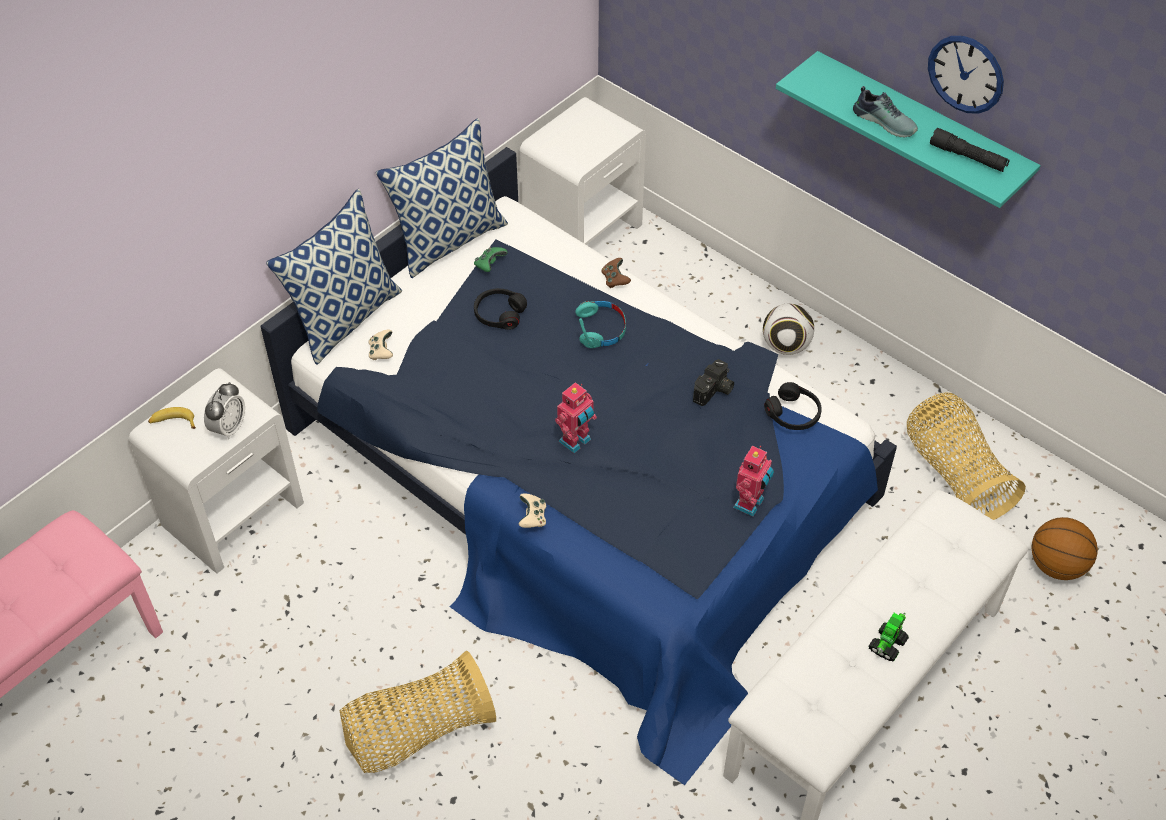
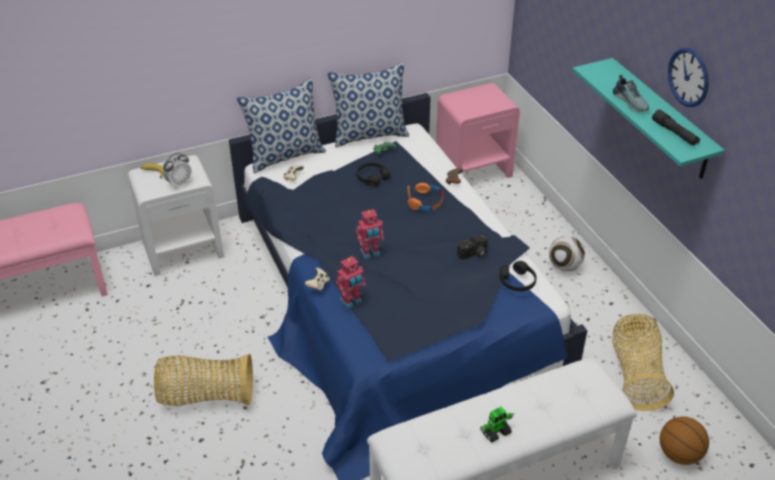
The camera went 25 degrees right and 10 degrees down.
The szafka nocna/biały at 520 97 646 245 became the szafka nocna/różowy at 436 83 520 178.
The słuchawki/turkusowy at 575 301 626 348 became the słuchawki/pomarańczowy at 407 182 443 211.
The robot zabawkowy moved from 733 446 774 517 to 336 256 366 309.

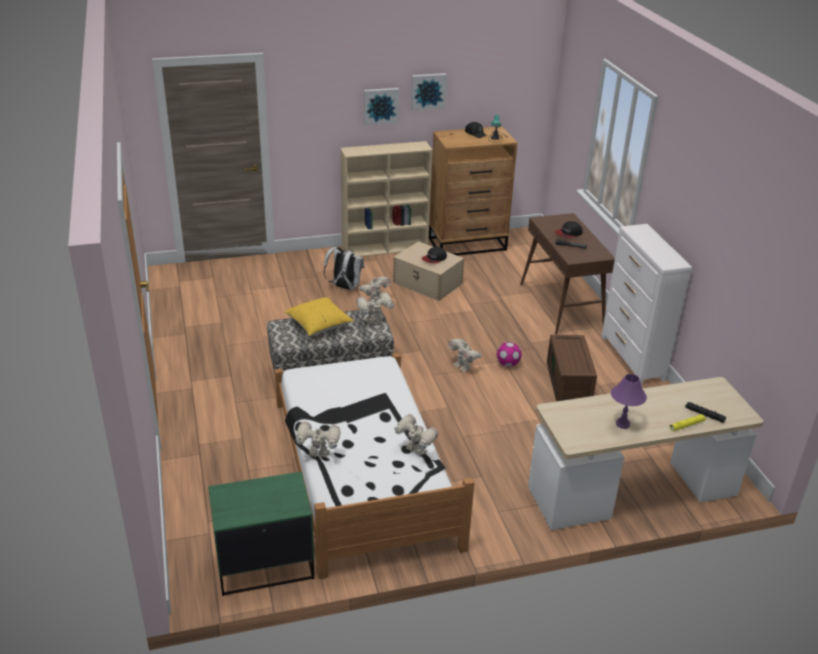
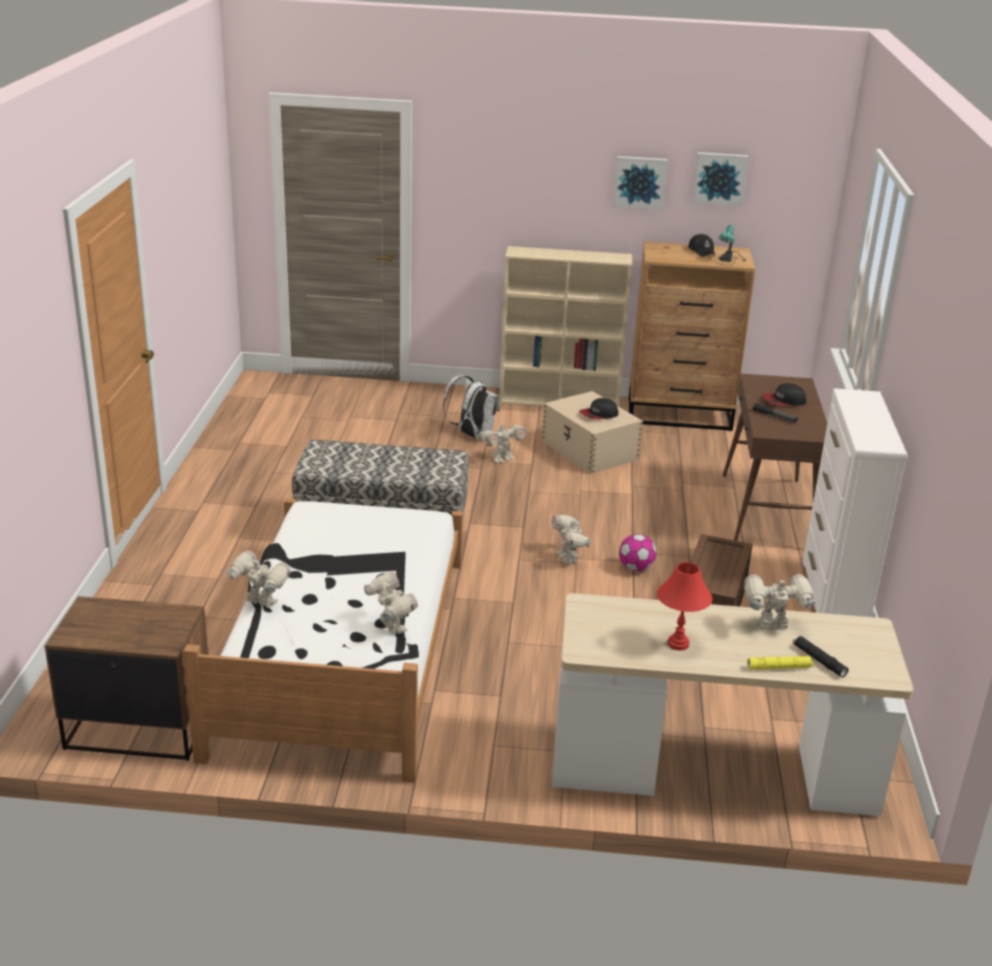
The camera went 20 degrees right and 5 degrees down.
The obraz moved from 364 88 399 125 to 692 152 749 207.
The robot zabawkowy moved from 356 292 395 325 to 744 574 815 630.
The poduszka/żółty at 284 297 354 336 disappeared.
The lampa stołowa/fioletowy at 611 374 647 429 became the lampa stołowa/czerwony at 657 562 712 651.
The szafka nocna/zielony at 208 471 314 596 became the szafka nocna/brązowy at 45 596 208 761.

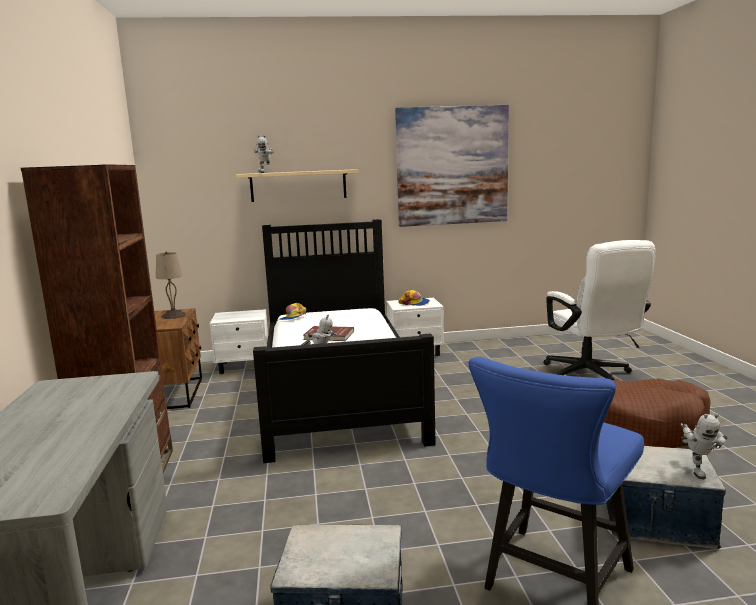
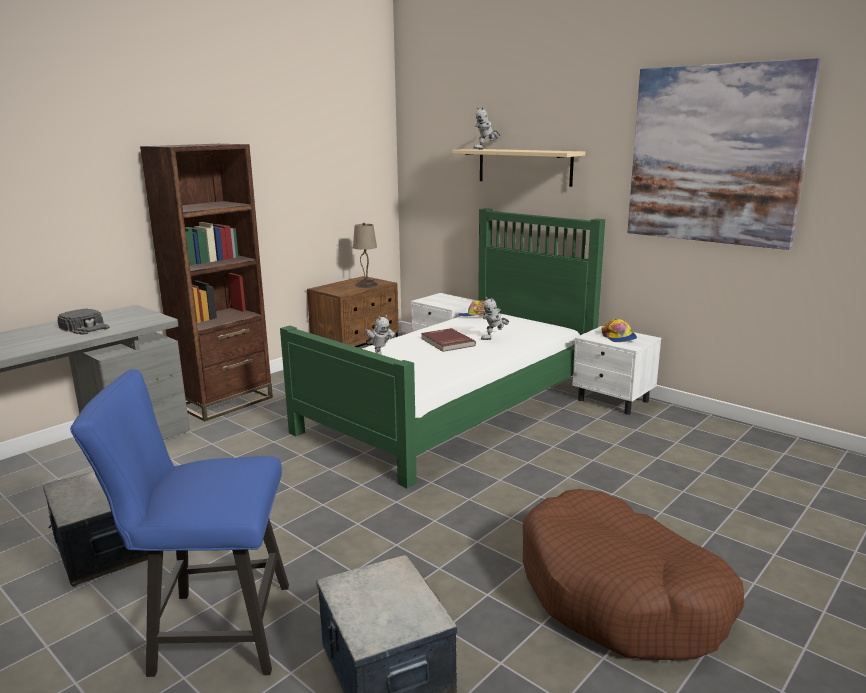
The camera went 50 degrees right and 5 degrees up.
The łóżko/czarny at 253 219 436 463 became the łóżko/zielony at 280 208 605 488.
The krzesło biurowe/biały at 543 240 656 380 disappeared.
The robot zabawkowy moved from 681 413 728 479 to 481 297 509 340.
The czapka z daszkiem/czarny at 57 308 110 335 appeared.

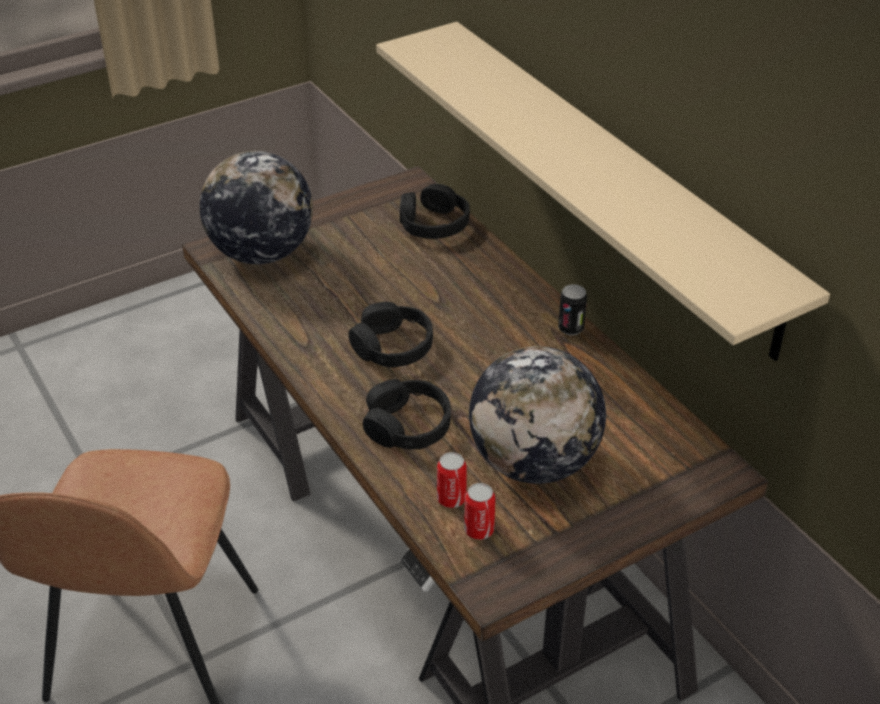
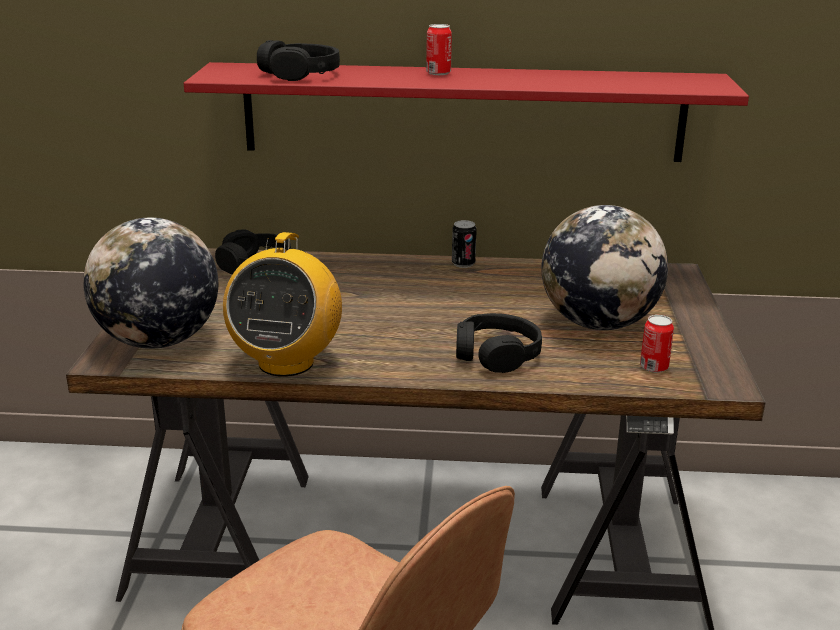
The camera went 55 degrees left and 15 degrees down.
The półka/beżowy at 376 22 830 361 became the półka/czerwony at 184 62 749 162.
The słuchawki/czarny moved from 349 302 433 368 to 257 40 340 81.
The puszka moved from 437 452 467 508 to 426 24 452 75.
The radio at 223 232 342 377 appeared.

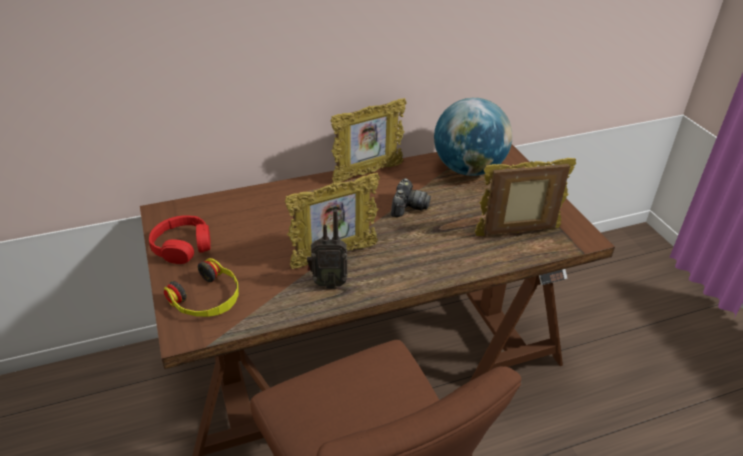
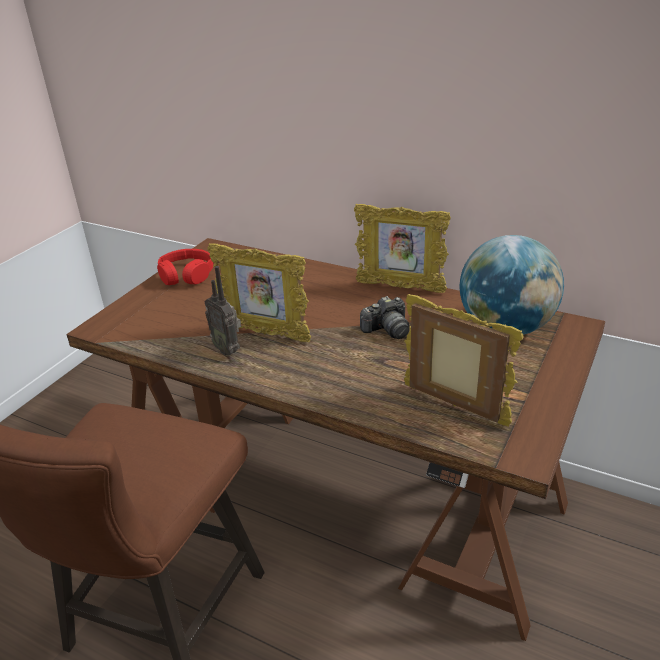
The camera went 50 degrees right and 5 degrees down.
The słuchawki at 164 258 239 317 disappeared.

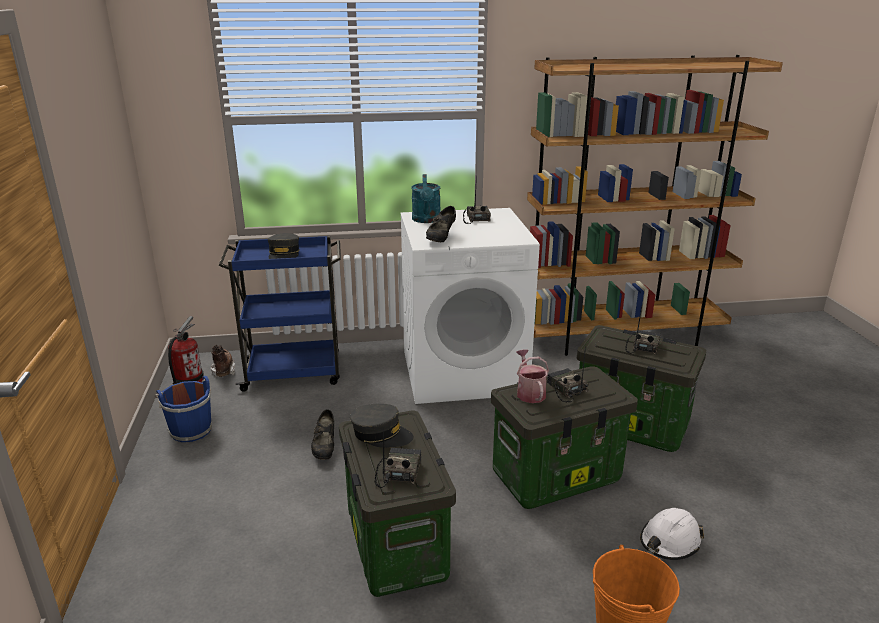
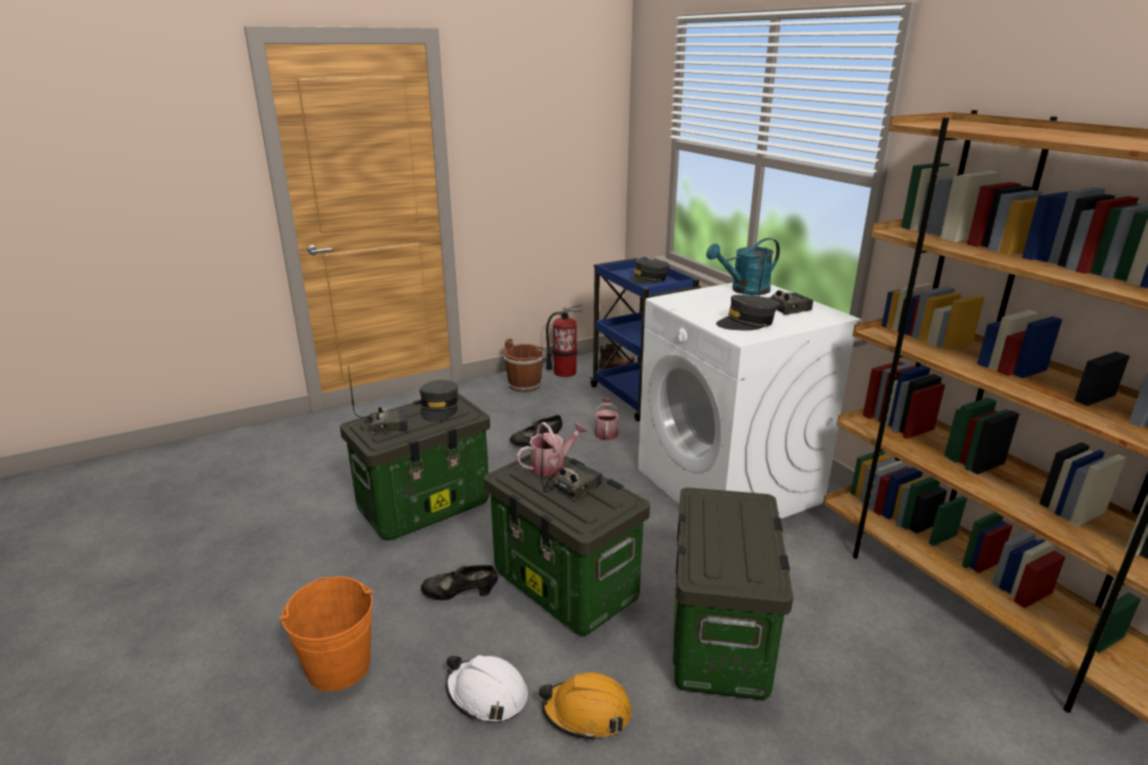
The camera went 70 degrees right and 0 degrees up.
The but/czarny moved from 426 206 456 242 to 421 565 498 600.
The radio at 625 306 661 355 disappeared.
The wiadro/niebieski at 154 376 212 442 became the wiadro/brązowy at 504 339 548 392.
The czapka z daszkiem/szary at 716 295 778 331 appeared.
The konewka at 594 398 620 440 appeared.
The kask/pomarańczowy at 539 672 632 741 appeared.

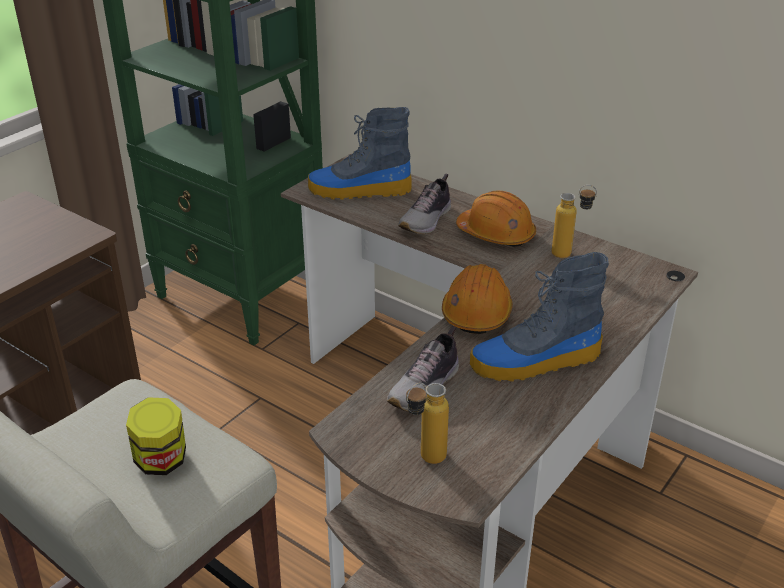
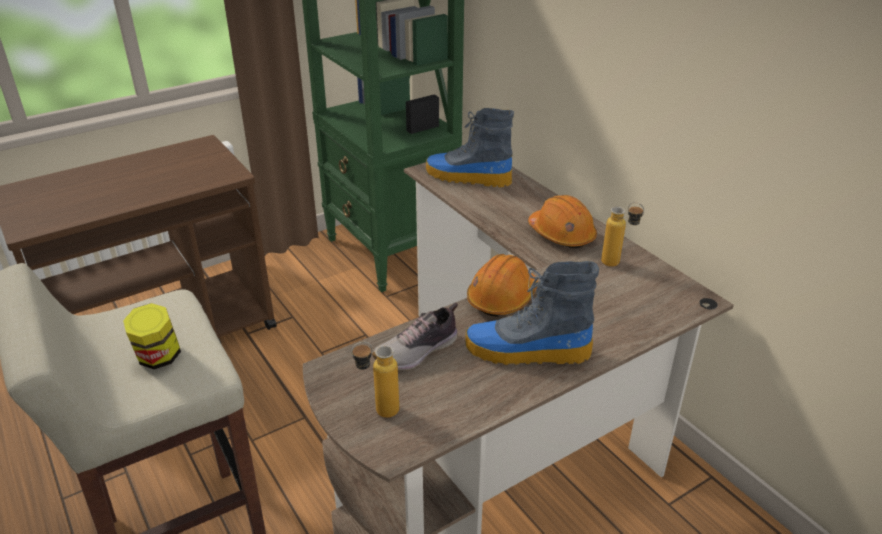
The camera went 20 degrees right and 0 degrees up.
The but at 398 174 451 234 disappeared.

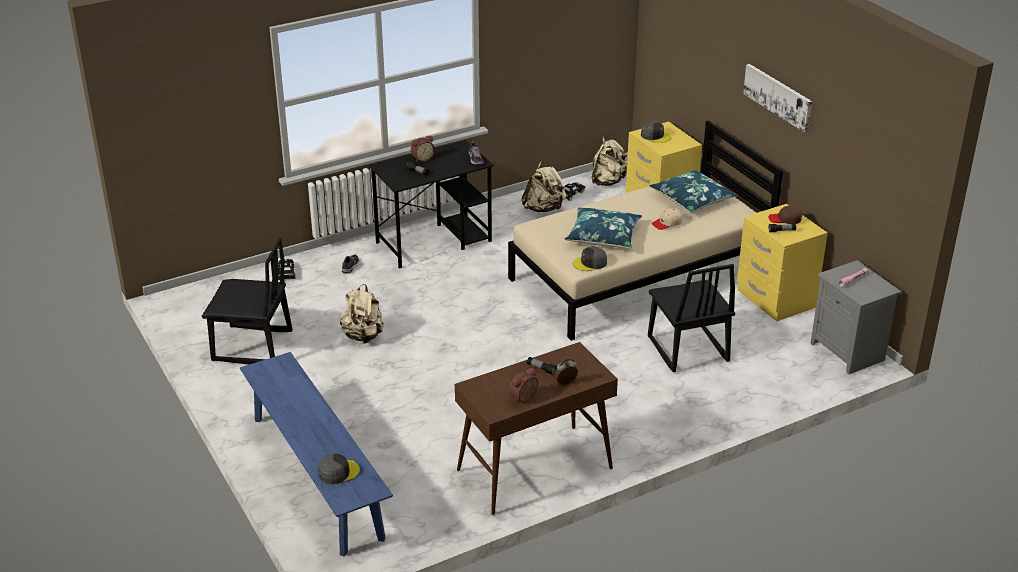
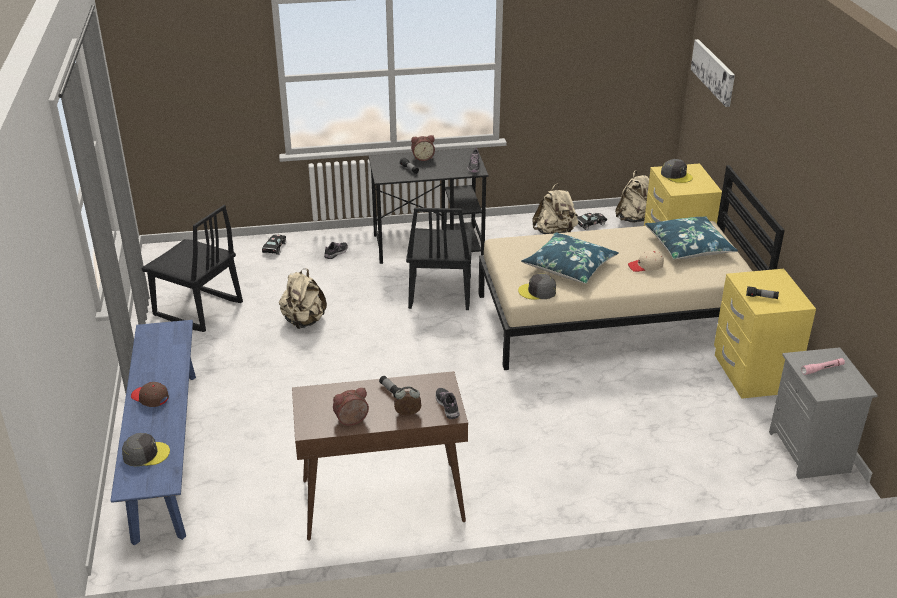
The camera went 20 degrees right and 0 degrees up.
The obraz moved from 743 64 812 133 to 691 39 735 107.
The czapka z daszkiem/brązowy moved from 769 206 802 224 to 131 382 169 407.
The krzesło/czarny moved from 648 264 735 372 to 406 208 473 310.
The but at 435 388 459 419 appeared.

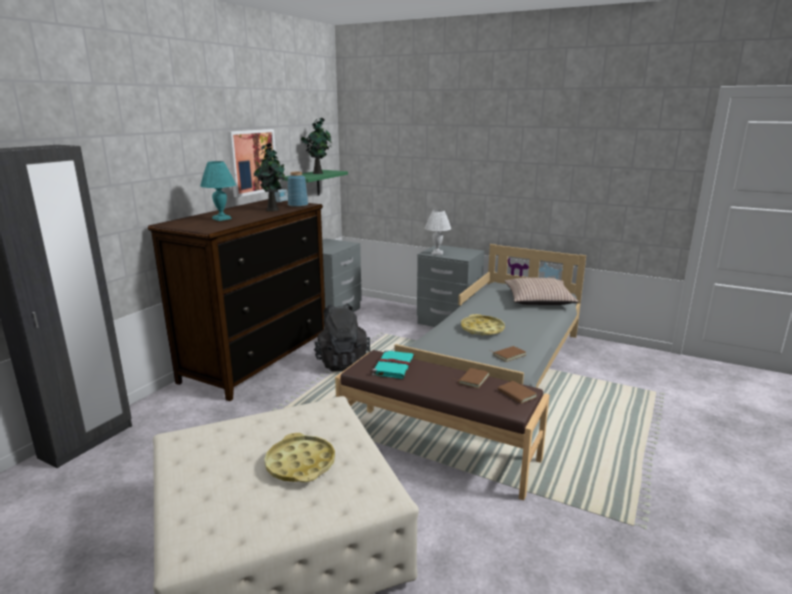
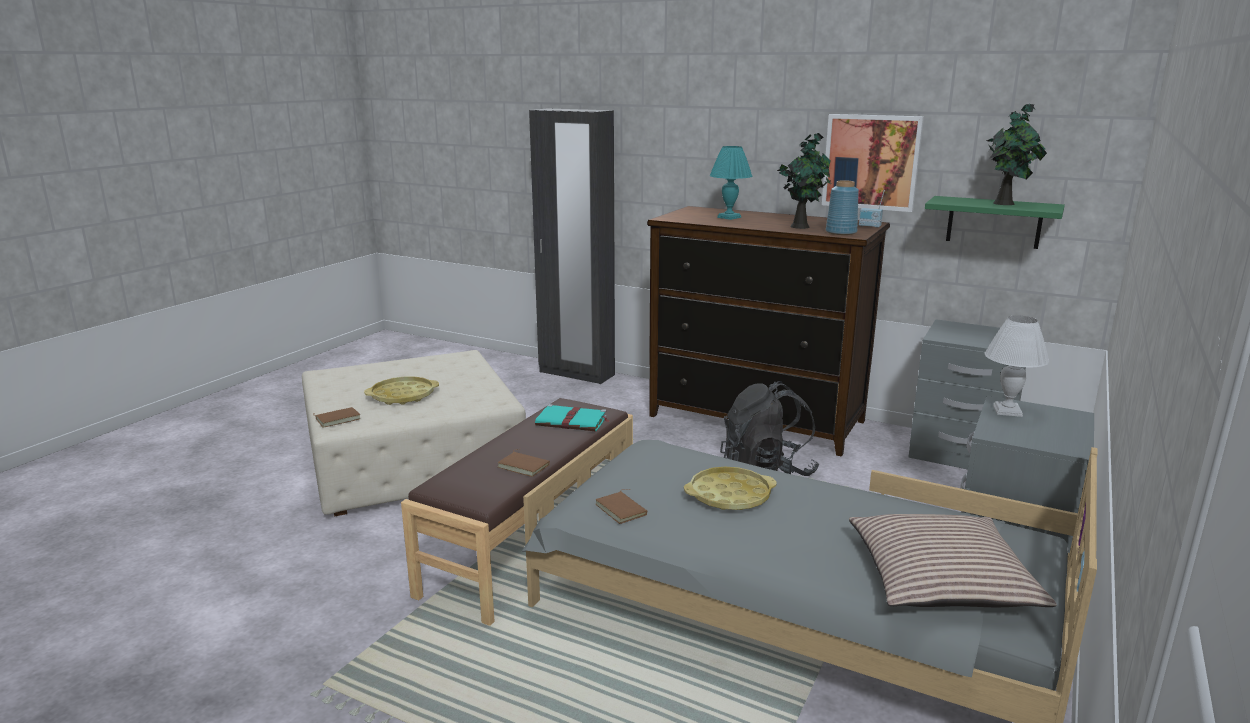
The camera went 90 degrees right and 0 degrees up.
The książka/brązowy moved from 498 381 537 404 to 313 407 360 428.

